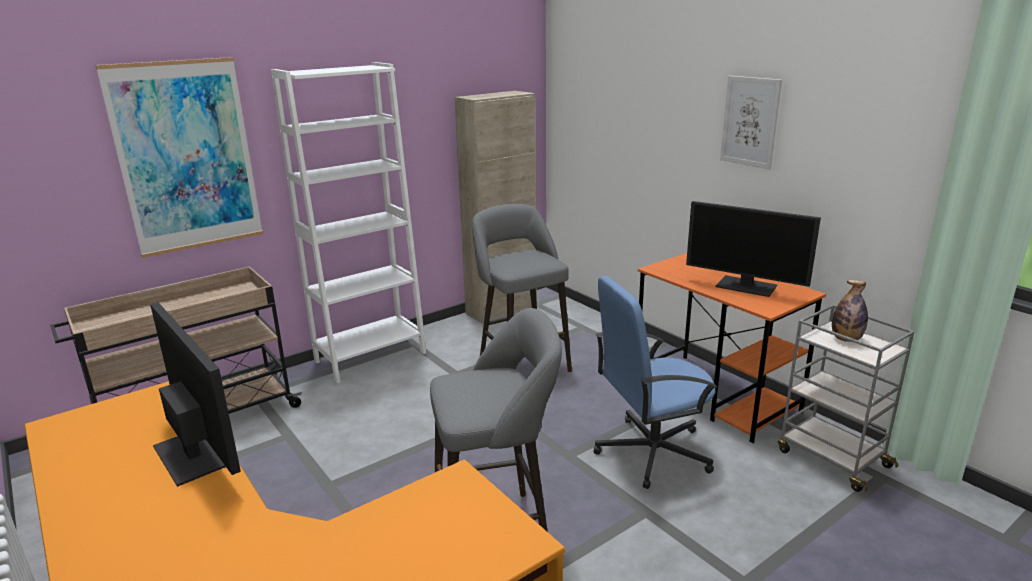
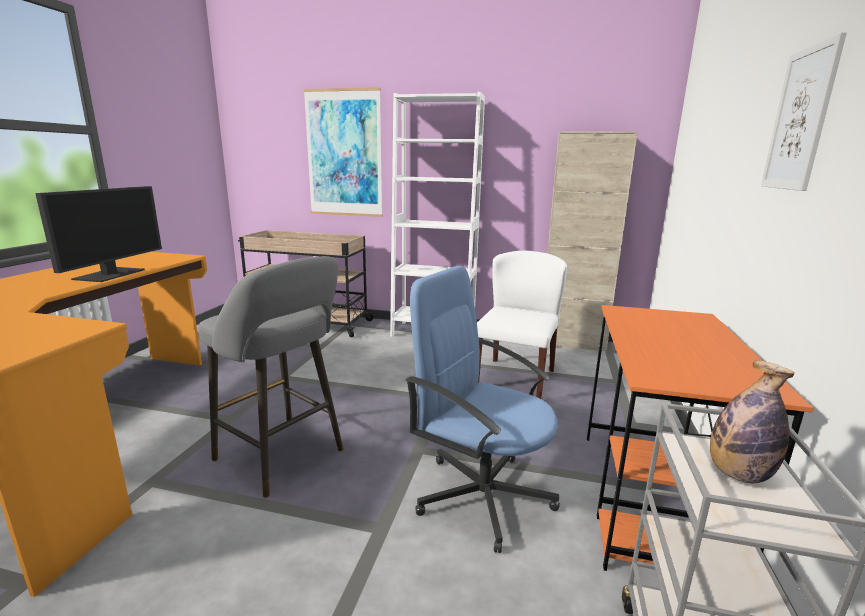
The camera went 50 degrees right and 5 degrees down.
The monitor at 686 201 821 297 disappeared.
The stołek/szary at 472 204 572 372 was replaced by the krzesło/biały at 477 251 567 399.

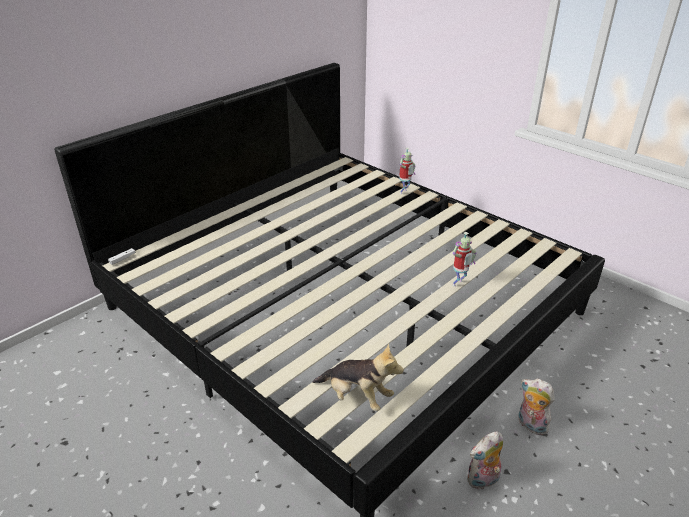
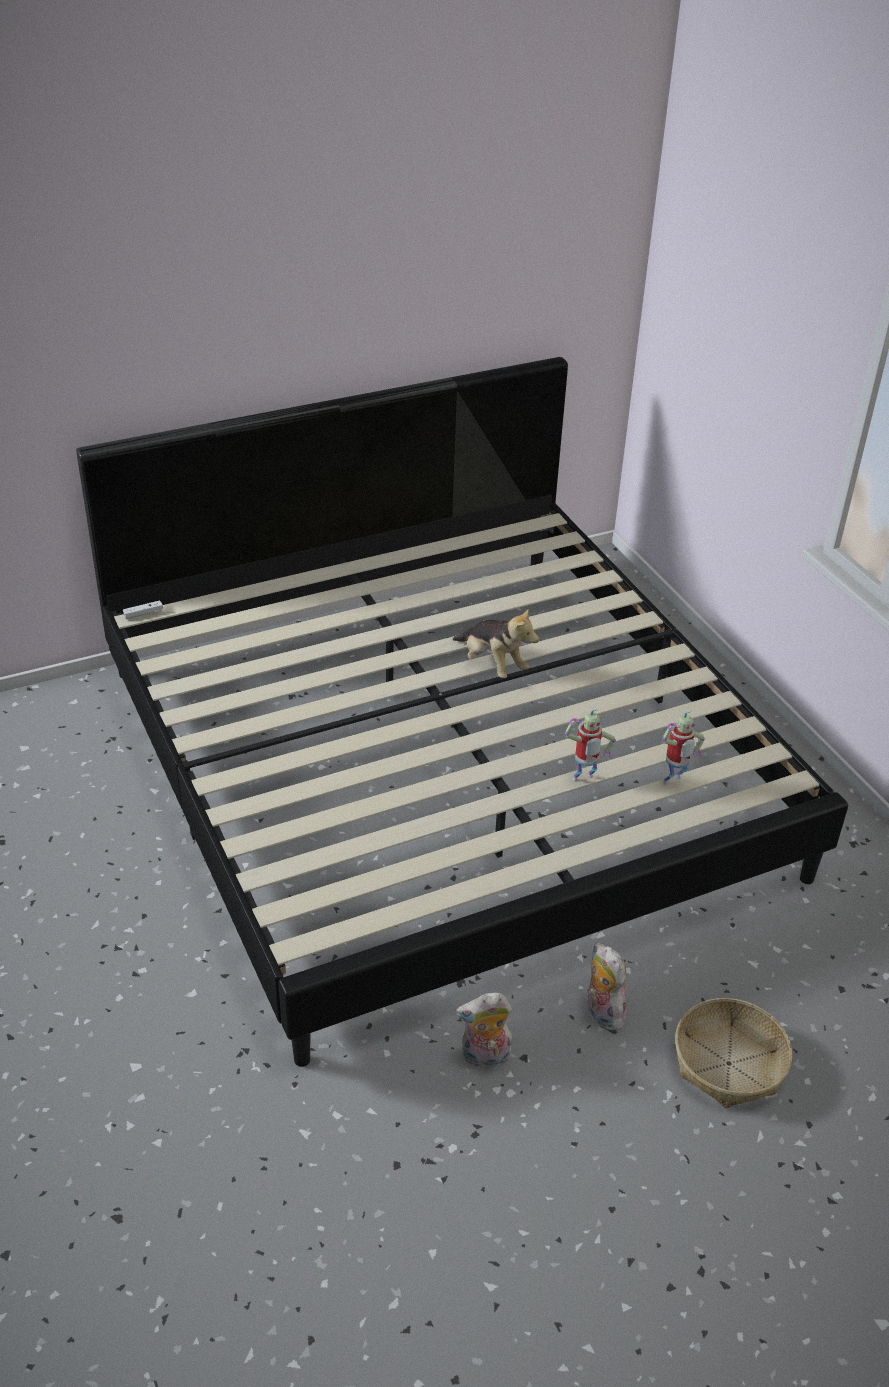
The camera went 20 degrees right and 5 degrees up.
The robot zabawkowy moved from 399 148 416 194 to 662 708 705 785.
The pluszak moved from 312 343 404 411 to 453 607 539 678.
The koszyk at 675 998 792 1108 appeared.

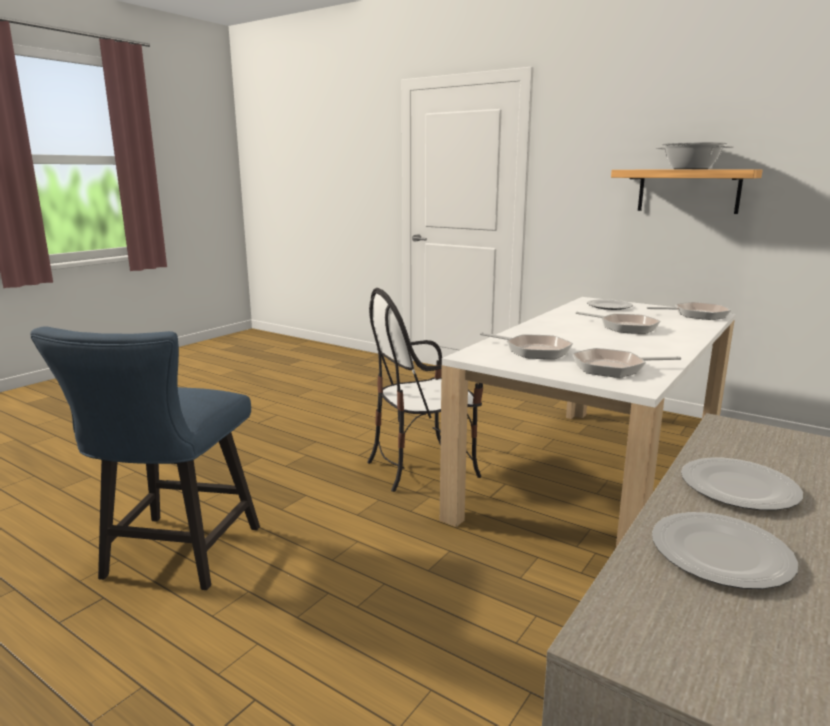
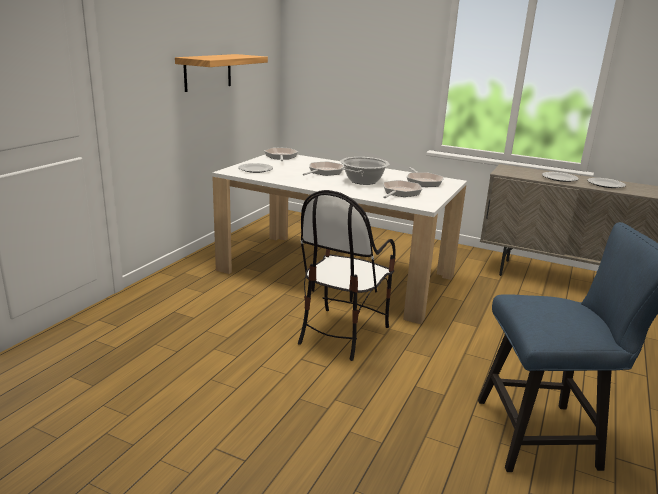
The camera went 100 degrees left and 5 degrees up.
The garnek moved from 655 142 734 169 to 340 157 389 185.
The krzesło at 367 288 483 492 turned 60 degrees clockwise.

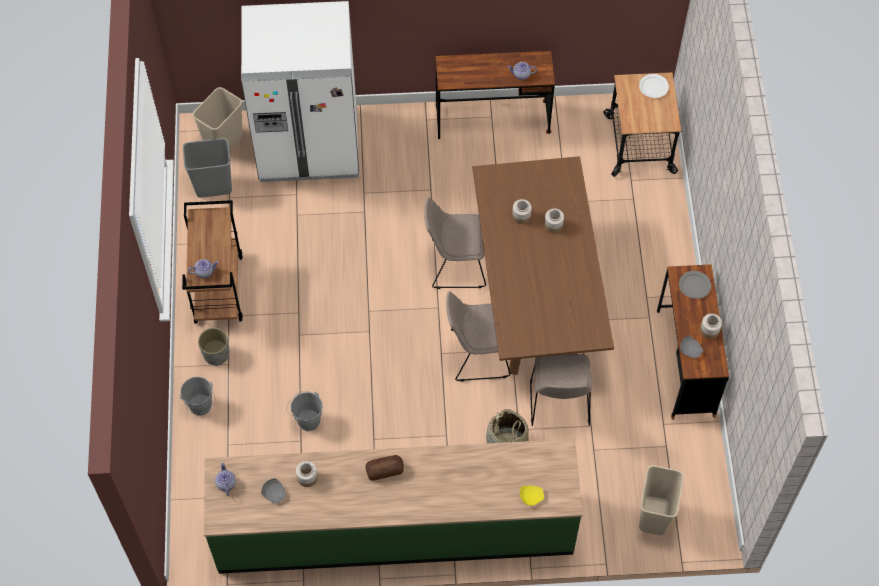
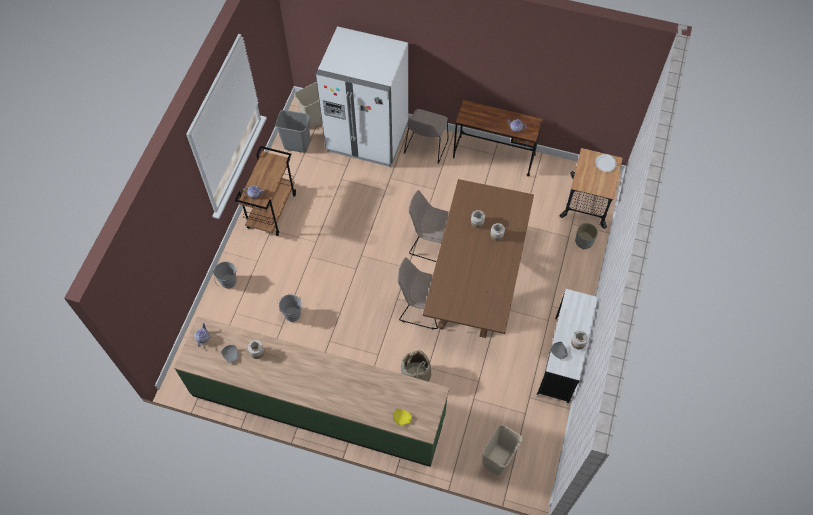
The camera went 20 degrees right and 0 degrees up.
The biurko/brązowy at 657 264 729 420 became the biurko/biały at 537 289 598 405.
The talerz/szary at 679 271 711 299 disappeared.
The donica/szary moved from 198 328 229 366 to 575 223 598 249.
The krzesło/beżowy moved from 530 354 592 426 to 404 109 448 164.
The chleb at 365 455 404 481 disappeared.

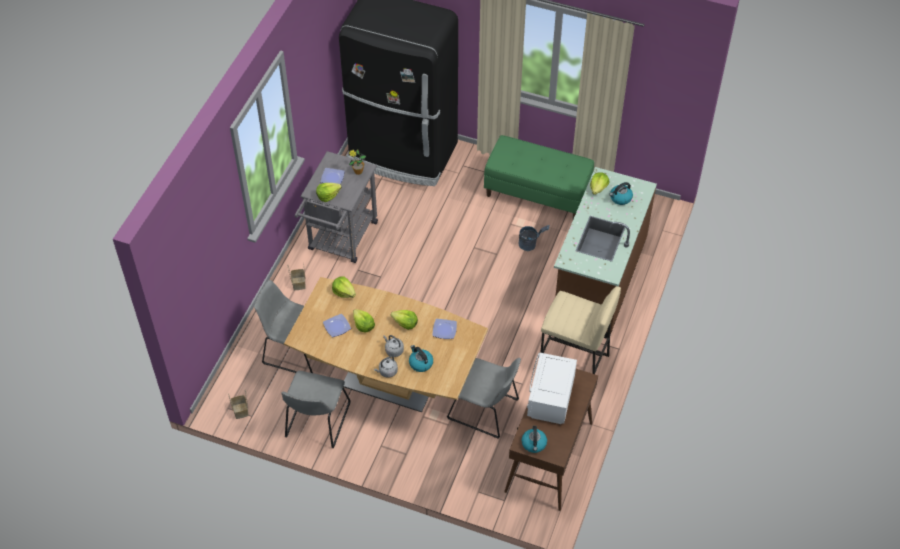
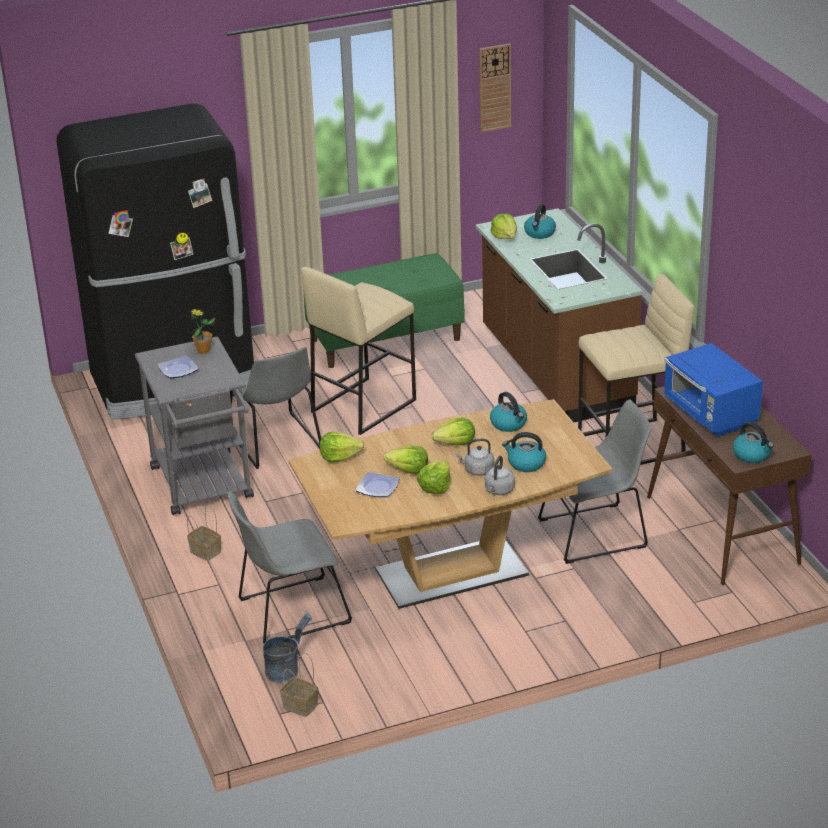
The camera went 40 degrees left and 20 degrees down.
The sałata moved from 316 183 342 202 to 417 460 451 494.
The wiadro/szary moved from 518 225 550 251 to 263 612 312 682.
The talerz at 433 319 457 339 was replaced by the czajnik at 490 392 527 432.
The mikrofalówka/biały at 527 353 577 424 became the mikrofalówka/niebieski at 664 343 763 437.
The krzesło/szary moved from 281 371 351 448 to 230 347 321 469.
The zegar ścienny at 479 43 511 132 appeared.
The stołek/beżowy at 301 267 416 435 appeared.

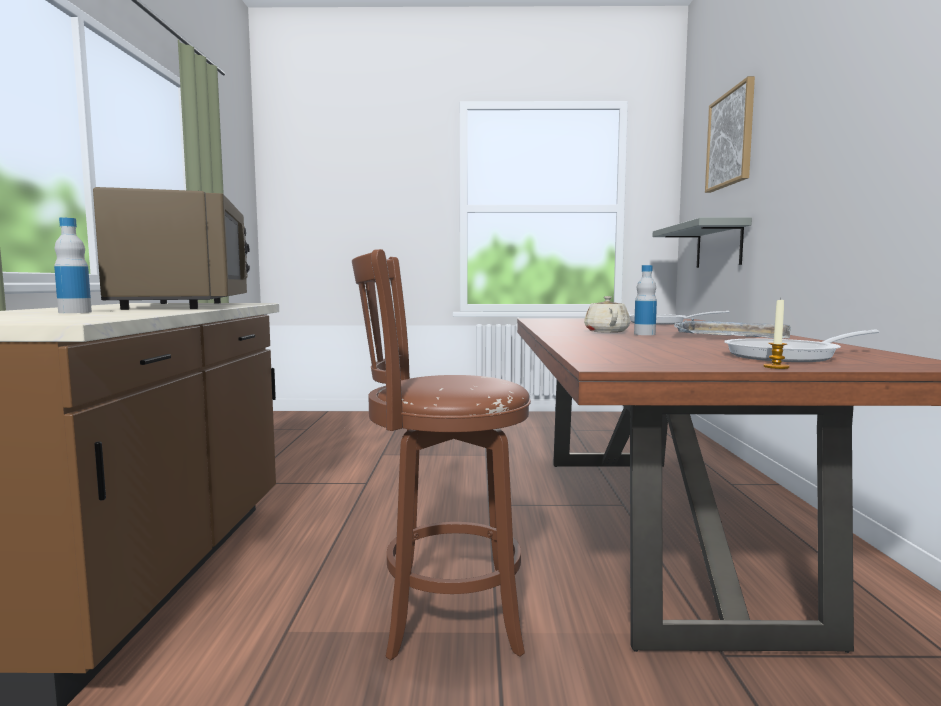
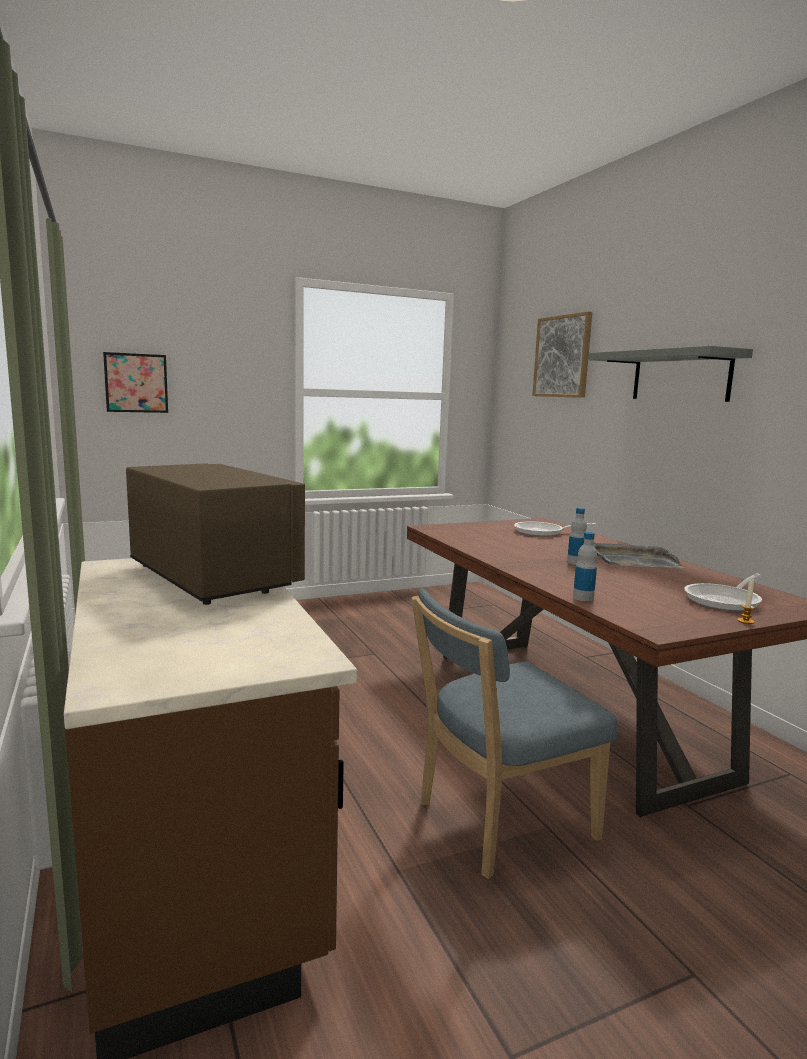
The camera went 25 degrees left and 5 degrees up.
The butelka moved from 54 218 92 313 to 573 532 597 601.
The półka/szary moved from 653 218 752 268 to 588 346 753 402.
The stołek/brązowy at 352 249 531 660 was replaced by the krzesło/niebieski at 411 588 618 879.
The imbryk/beżowy at 584 296 630 333 disappeared.
The obraz at 103 352 168 413 appeared.

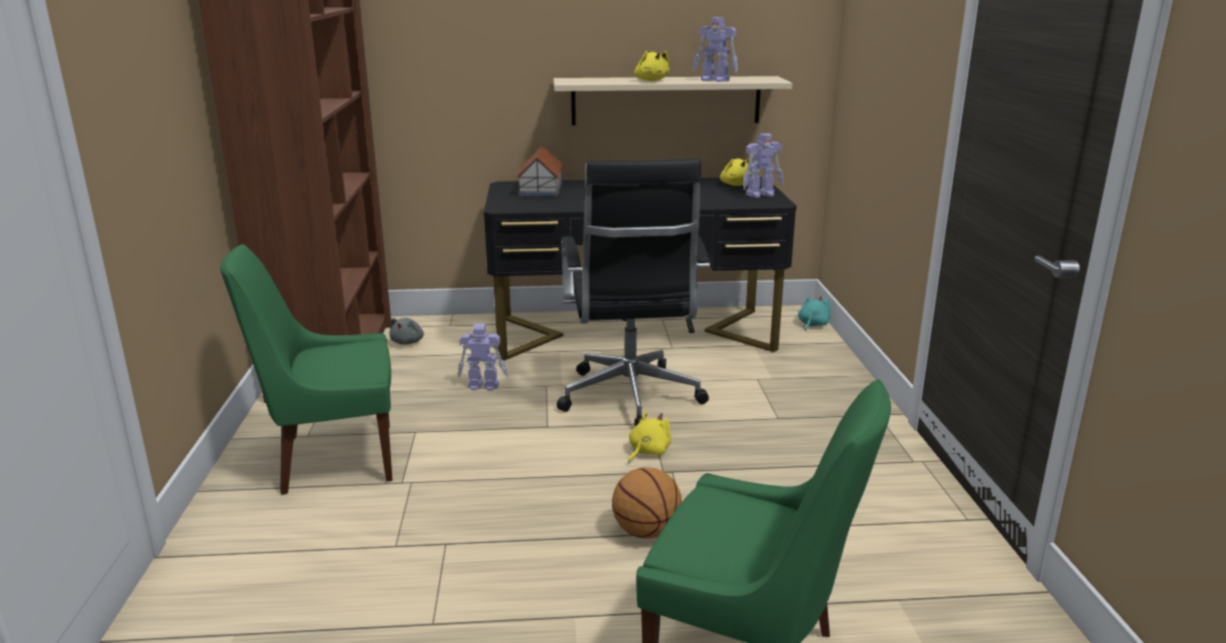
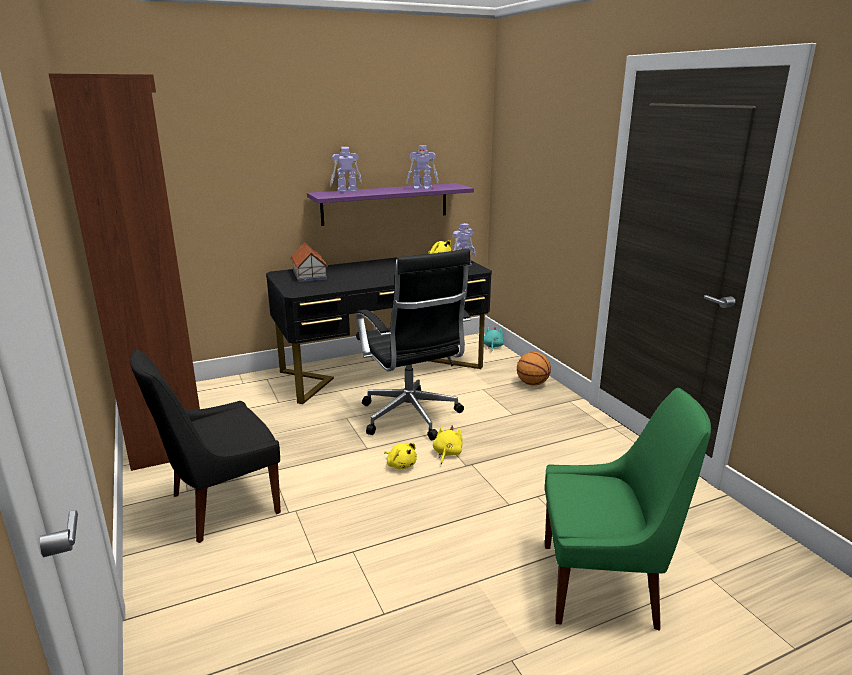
The camera went 20 degrees left and 0 degrees up.
The pluszak/żółty moved from 635 51 669 81 to 384 443 417 469.
The półka/beżowy at 554 76 792 125 became the półka/fioletowy at 307 183 474 226.
The krzesło/zielony at 220 244 392 495 became the krzesło/czarny at 130 349 281 543.
The pluszak/szary at 390 318 424 345 disappeared.
The robot zabawkowy moved from 458 323 508 391 to 330 147 362 193.
The piłka do koszykówki moved from 612 467 682 539 to 517 352 551 386.

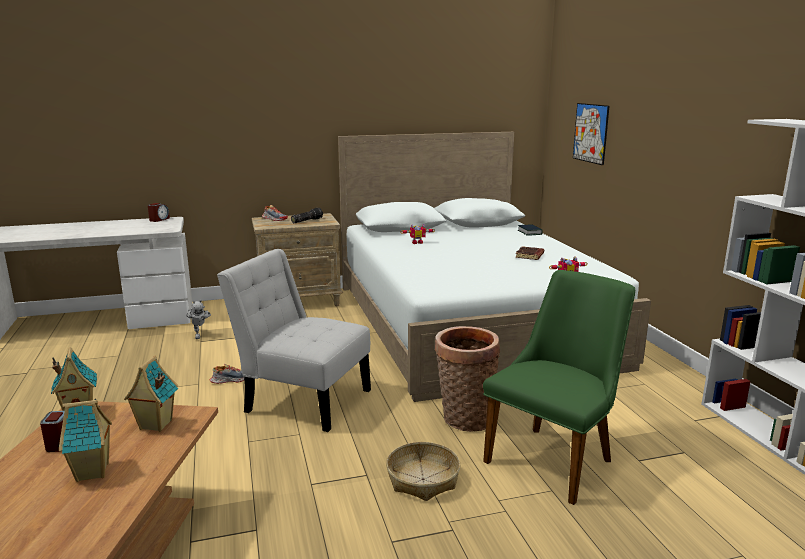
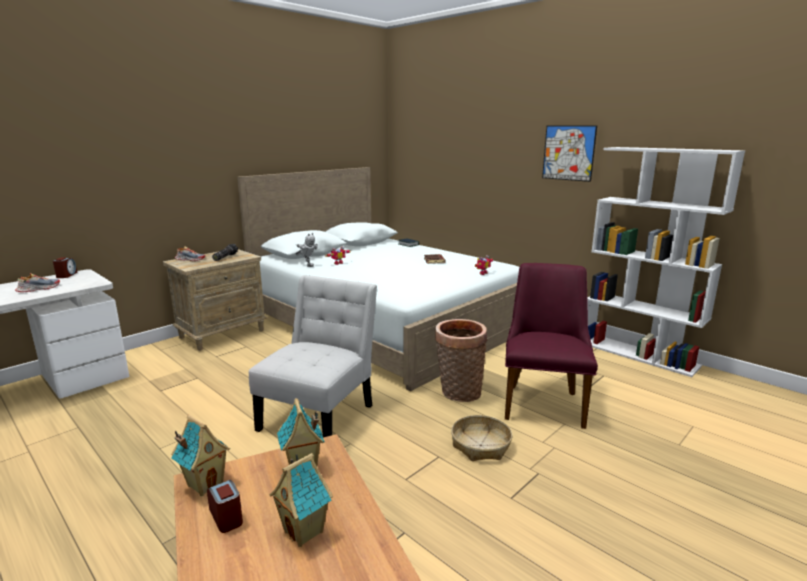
The camera went 30 degrees left and 0 degrees up.
The obraz moved from 573 103 609 165 to 542 125 597 182.
The krzesło/biały at 217 249 371 432 turned 120 degrees clockwise.
The krzesło/zielony at 483 270 635 505 became the krzesło/fioletowy at 505 263 598 429.
The robot zabawkowy moved from 186 300 211 339 to 295 233 318 267.
The but moved from 210 364 244 384 to 15 273 60 292.

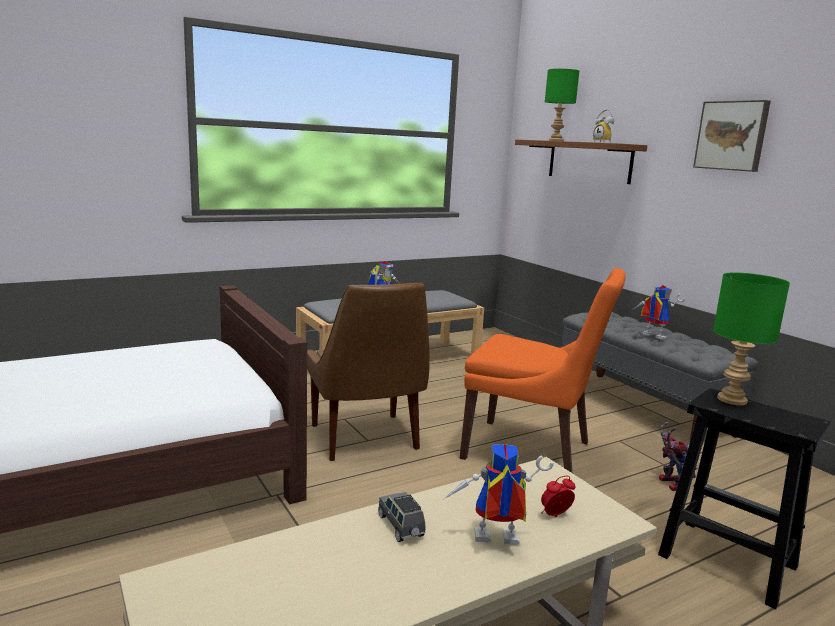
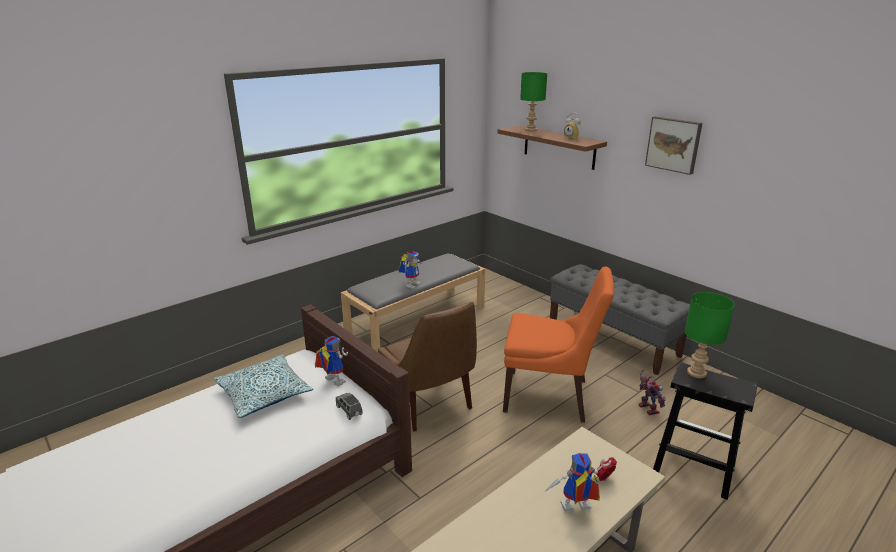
The camera went 10 degrees left and 10 degrees up.
The robot zabawkowy moved from 634 285 685 340 to 315 336 348 386.
The samochodzik/szary moved from 378 492 426 542 to 336 393 363 420.
The poduszka at 213 354 313 418 appeared.

